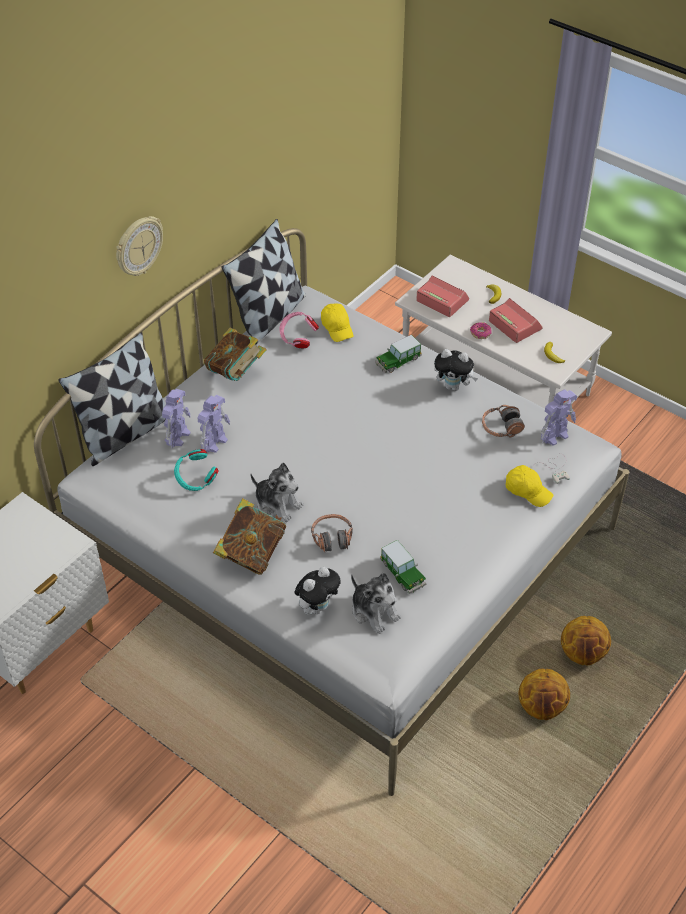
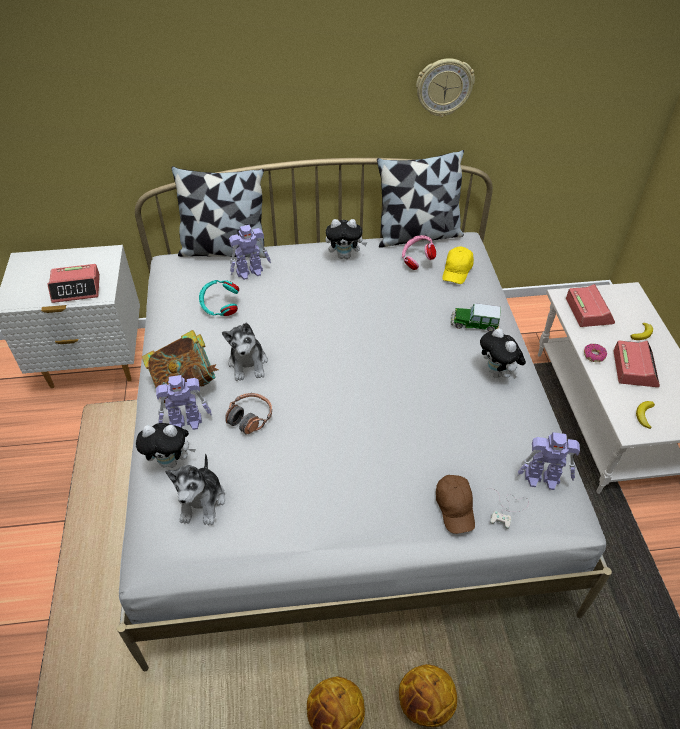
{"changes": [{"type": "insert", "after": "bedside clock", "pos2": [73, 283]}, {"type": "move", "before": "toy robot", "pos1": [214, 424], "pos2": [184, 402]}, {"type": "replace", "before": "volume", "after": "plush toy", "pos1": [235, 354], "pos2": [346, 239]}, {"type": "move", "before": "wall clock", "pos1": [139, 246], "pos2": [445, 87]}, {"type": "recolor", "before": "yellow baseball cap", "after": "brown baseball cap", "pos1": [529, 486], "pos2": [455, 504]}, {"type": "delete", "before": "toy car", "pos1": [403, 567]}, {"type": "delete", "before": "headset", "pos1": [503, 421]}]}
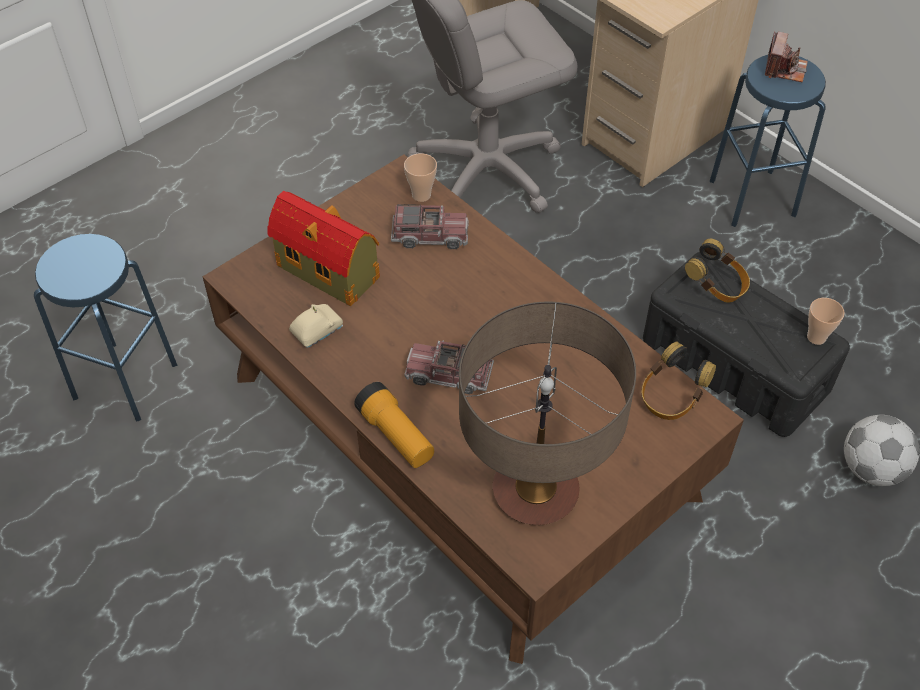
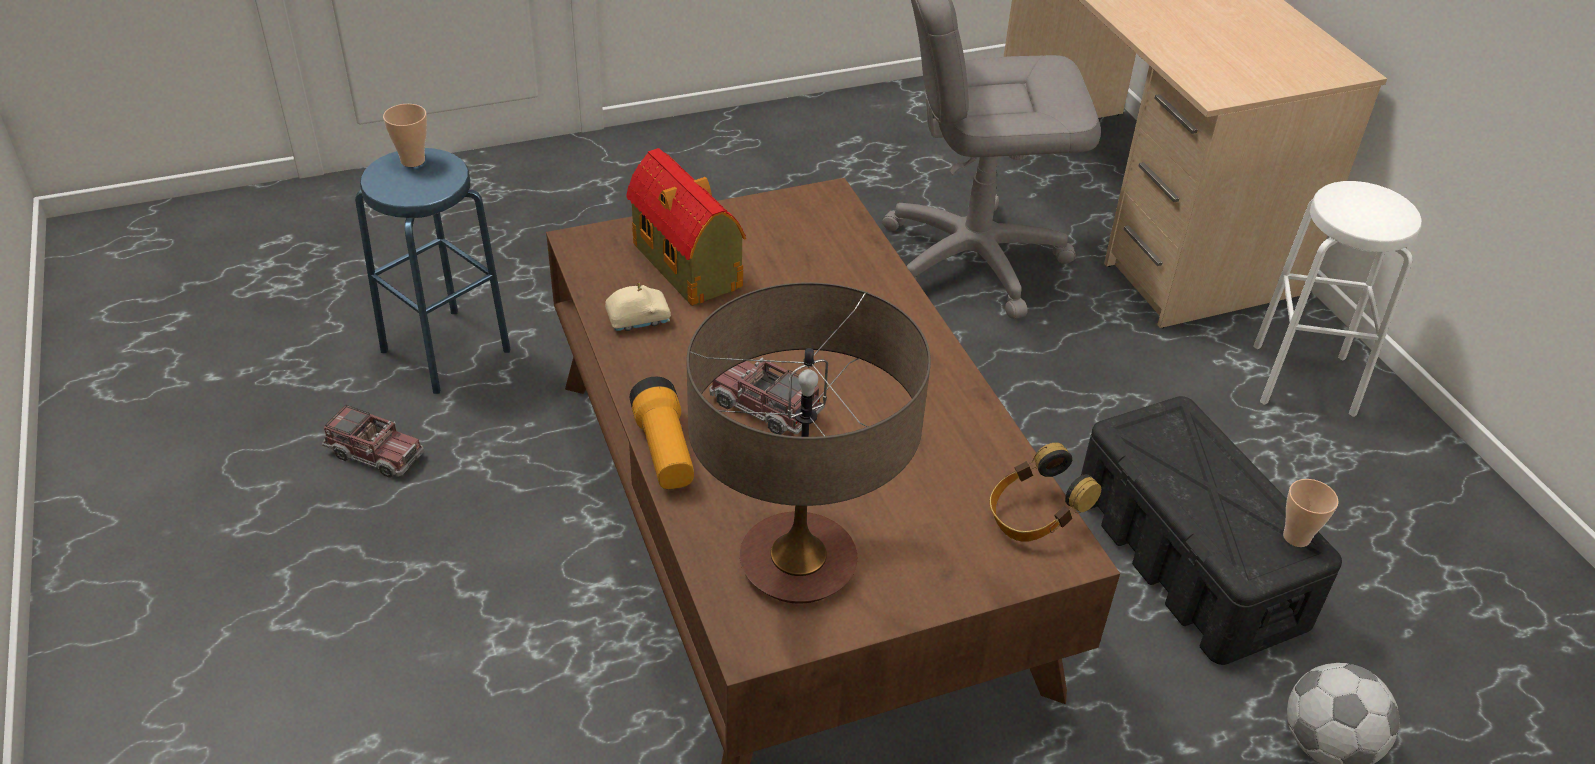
{"changes": [{"type": "move", "before": "model truck", "pos1": [429, 226], "pos2": [373, 441]}, {"type": "move", "before": "drinking cup", "pos1": [420, 177], "pos2": [405, 135]}, {"type": "recolor", "before": "blue sitting stool", "after": "whitish sitting stool", "pos1": [767, 141], "pos2": [1337, 299]}, {"type": "delete", "before": "headset", "pos1": [717, 271]}, {"type": "delete", "before": "photo camera", "pos1": [786, 56]}]}
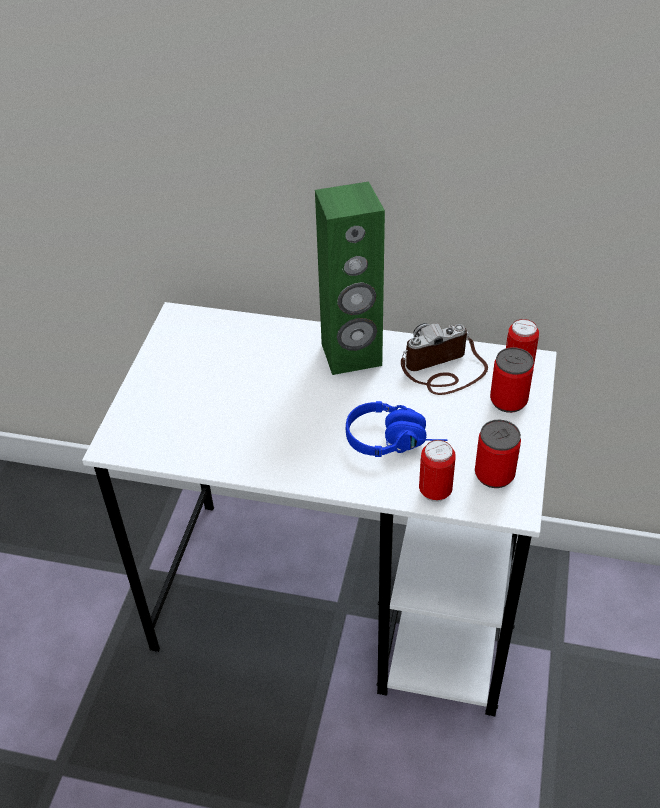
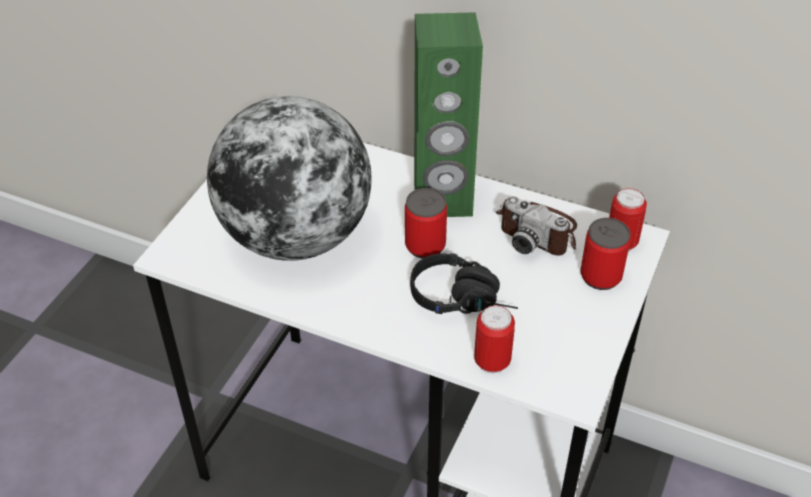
{"changes": [{"type": "insert", "after": "desk globe", "pos2": [289, 178]}, {"type": "move", "before": "metal can", "pos1": [498, 454], "pos2": [426, 223]}, {"type": "recolor", "before": "blue headset", "after": "black-coloured headset", "pos1": [397, 429], "pos2": [464, 283]}, {"type": "rotate", "before": "photo camera", "pos1": [444, 359], "pos2": [536, 226], "turn": -135}]}
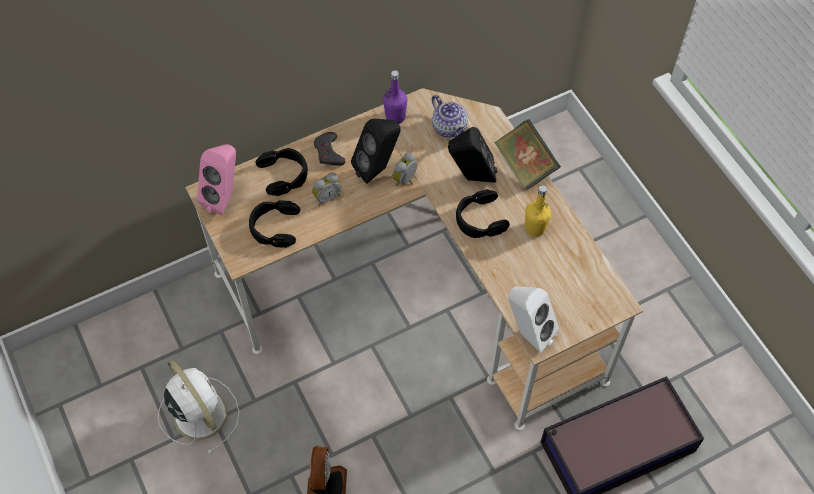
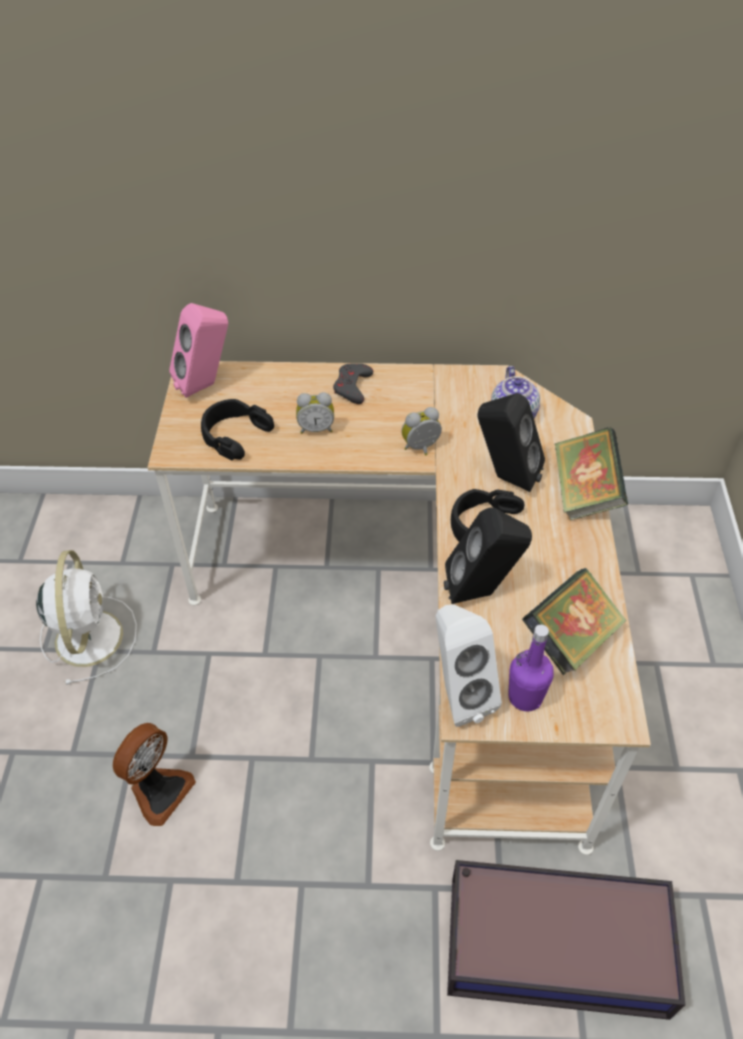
{"changes": [{"type": "move", "before": "black-coloured audio speaker", "pos1": [376, 151], "pos2": [488, 556]}, {"type": "move", "before": "purplish beverage bottle", "pos1": [395, 97], "pos2": [531, 668]}, {"type": "insert", "after": "volume", "pos2": [574, 621]}, {"type": "delete", "before": "black-coloured headset", "pos1": [281, 172]}, {"type": "delete", "before": "yellow beverage bottle", "pos1": [538, 211]}]}
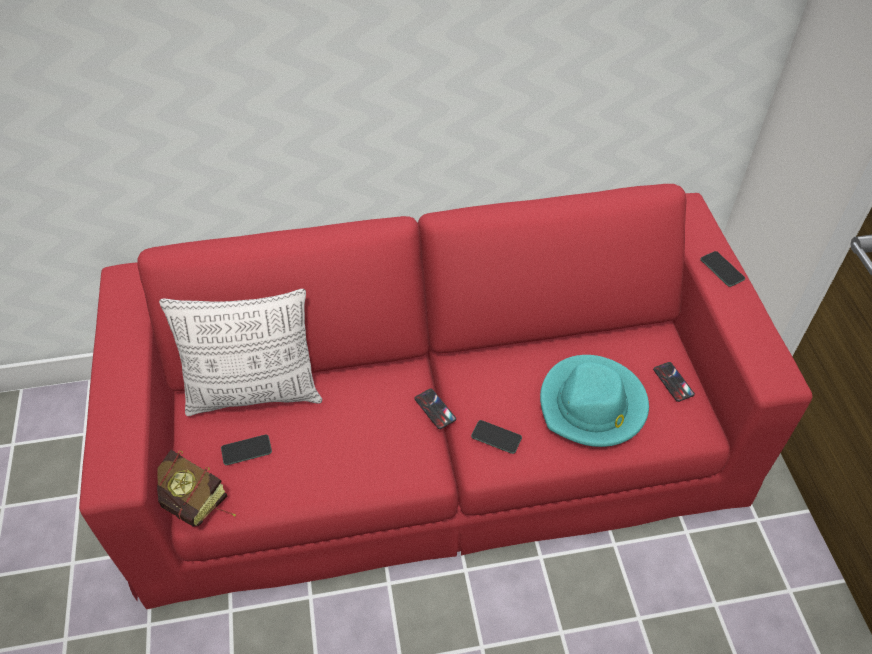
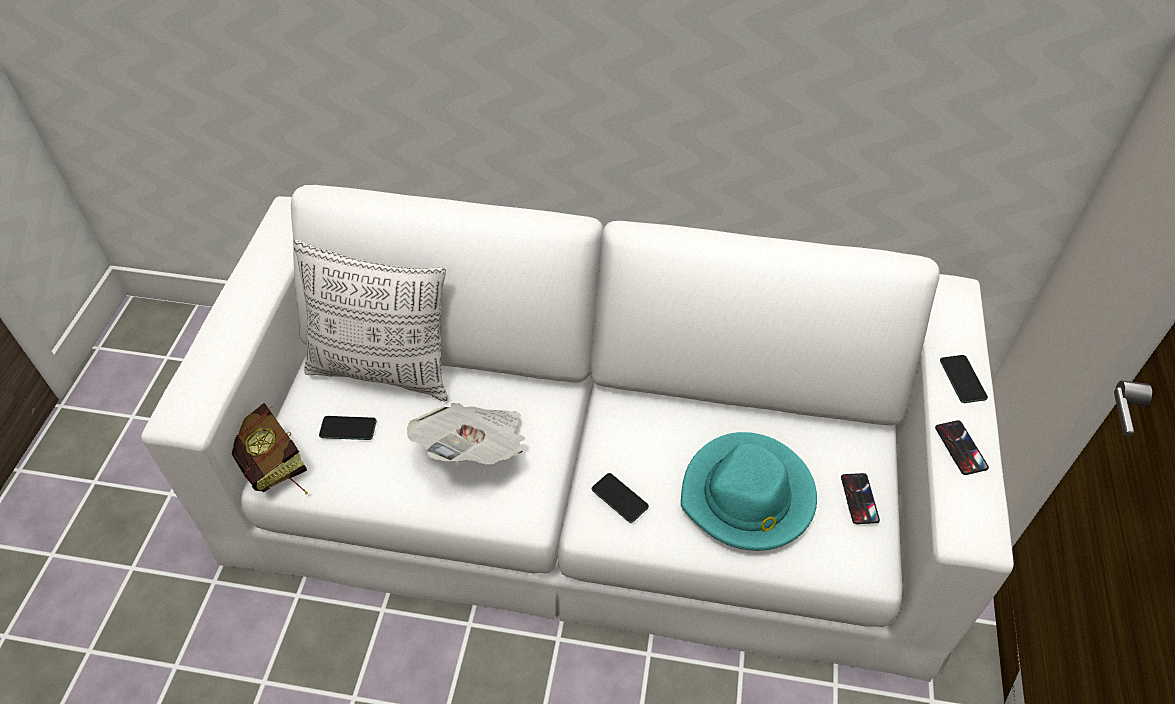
{"changes": [{"type": "recolor", "before": "reddish sofa", "after": "whitish sofa", "pos1": [445, 396], "pos2": [577, 433]}, {"type": "insert", "after": "printed paper", "pos2": [466, 434]}, {"type": "move", "before": "phone", "pos1": [435, 408], "pos2": [962, 447]}]}
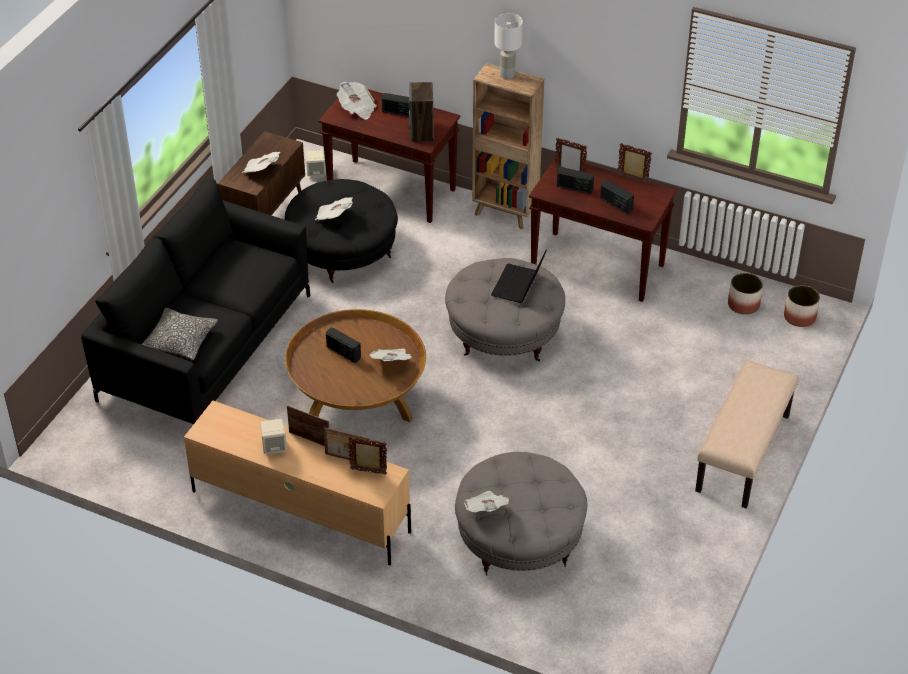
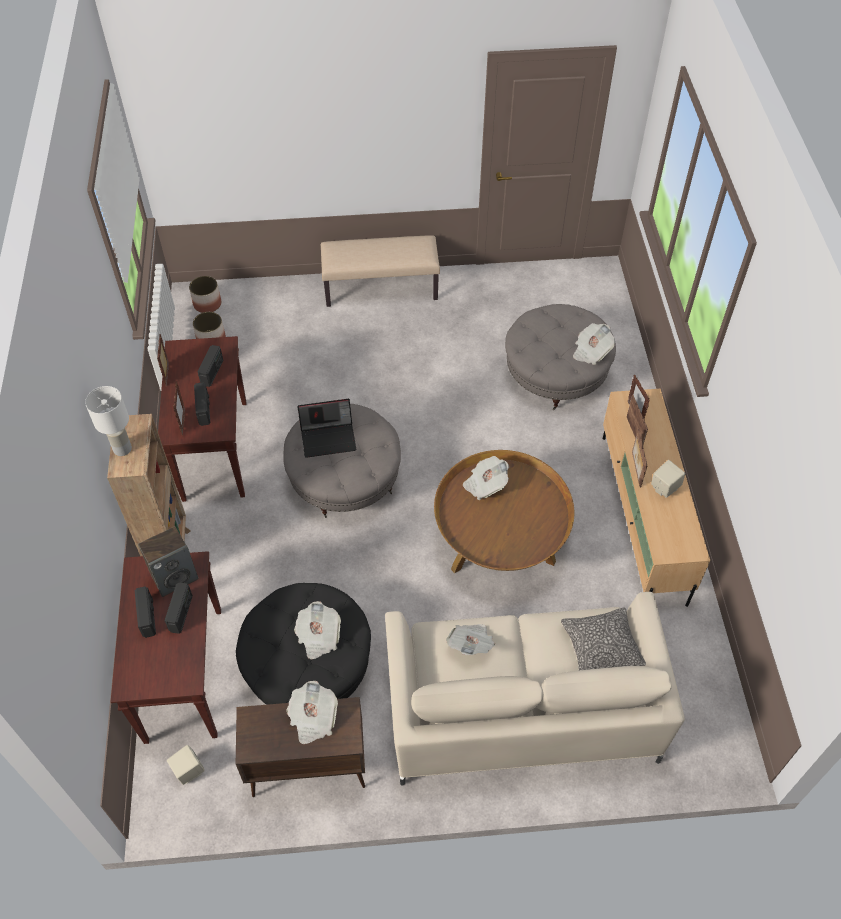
{"changes": [{"type": "move", "before": "radio", "pos1": [343, 345], "pos2": [179, 608]}, {"type": "recolor", "before": "black-coloured sofa", "after": "beige sofa", "pos1": [195, 301], "pos2": [535, 689]}, {"type": "move", "before": "printed paper", "pos1": [357, 101], "pos2": [470, 639]}]}
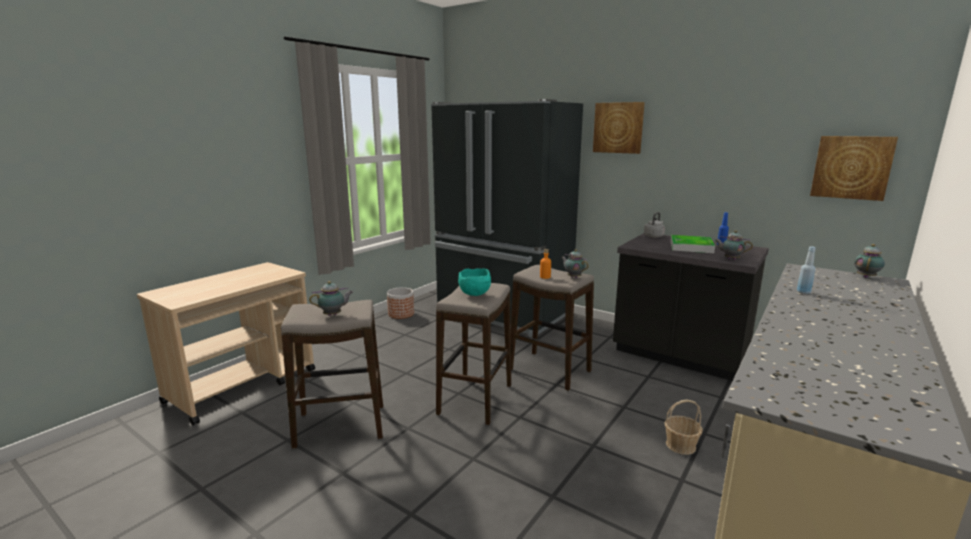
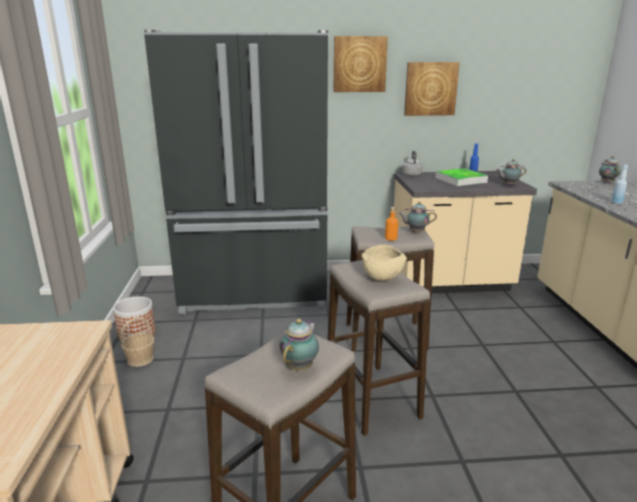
{"changes": [{"type": "move", "before": "household basket", "pos1": [683, 427], "pos2": [137, 342]}, {"type": "recolor", "before": "blue-green bowl", "after": "beige bowl", "pos1": [474, 282], "pos2": [384, 263]}, {"type": "recolor", "before": "black-coloured kitchen base unit", "after": "beige kitchen base unit", "pos1": [691, 307], "pos2": [465, 232]}, {"type": "move", "before": "picture", "pos1": [854, 168], "pos2": [432, 89]}]}
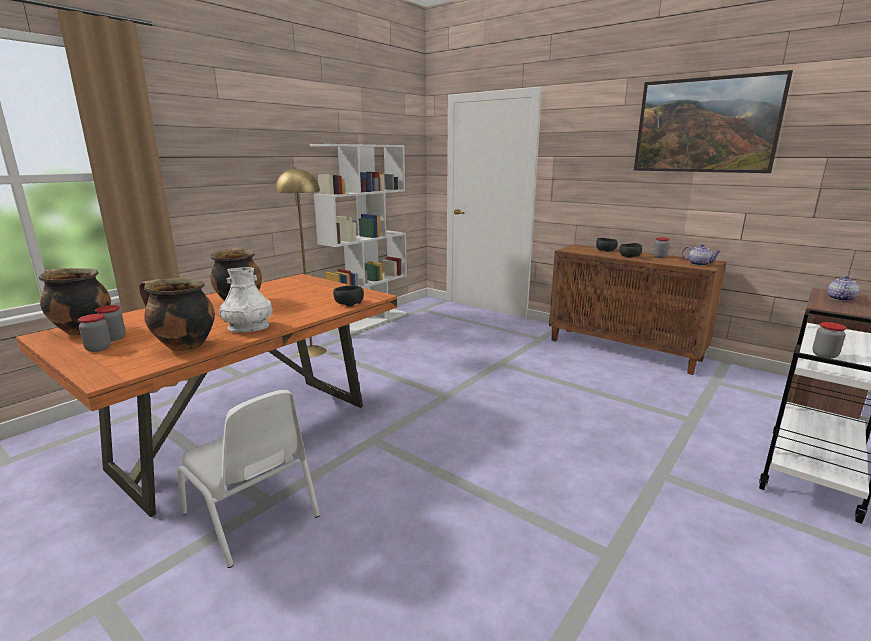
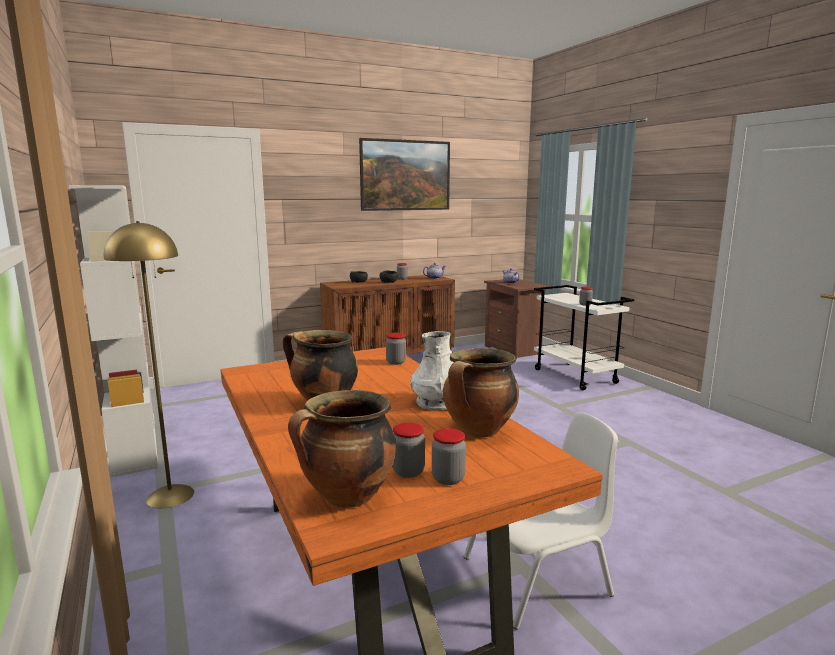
{"changes": [{"type": "replace", "before": "black-coloured bowl", "after": "jar", "pos1": [348, 296], "pos2": [396, 349]}]}
